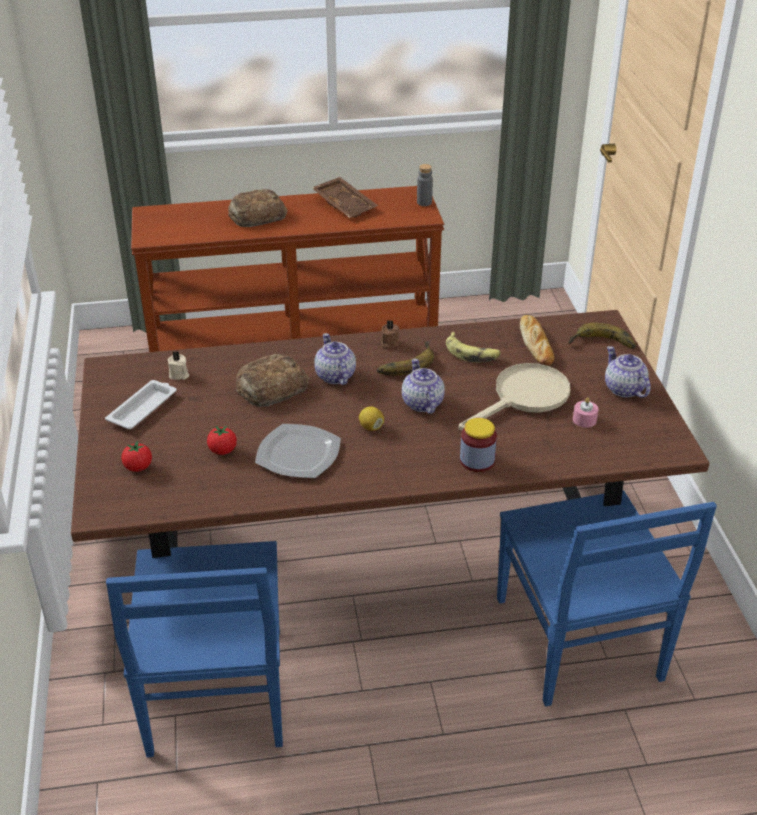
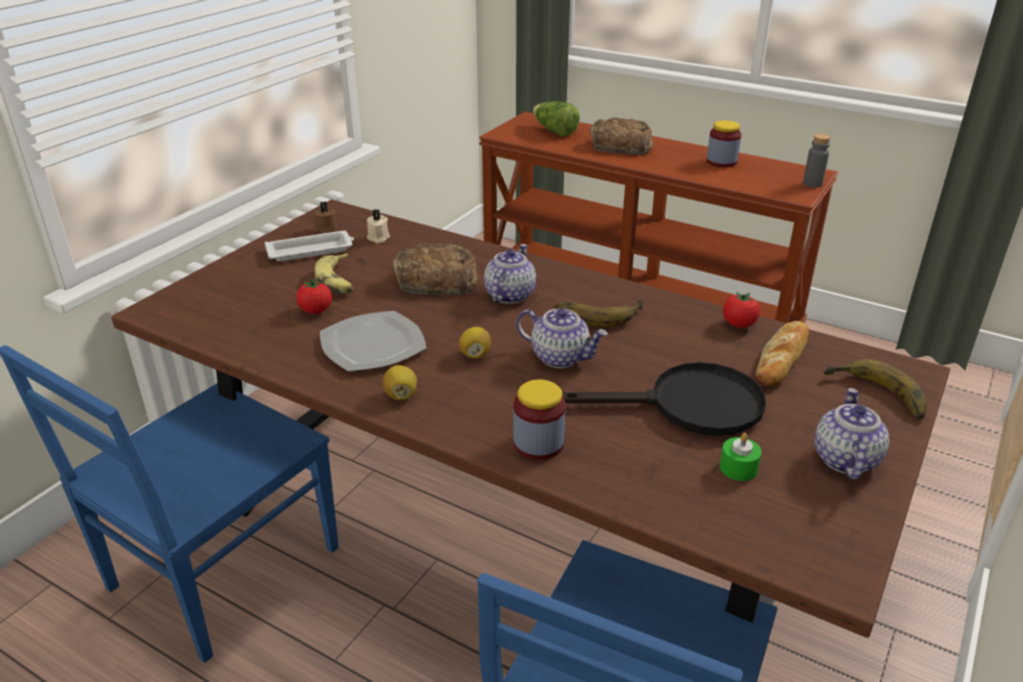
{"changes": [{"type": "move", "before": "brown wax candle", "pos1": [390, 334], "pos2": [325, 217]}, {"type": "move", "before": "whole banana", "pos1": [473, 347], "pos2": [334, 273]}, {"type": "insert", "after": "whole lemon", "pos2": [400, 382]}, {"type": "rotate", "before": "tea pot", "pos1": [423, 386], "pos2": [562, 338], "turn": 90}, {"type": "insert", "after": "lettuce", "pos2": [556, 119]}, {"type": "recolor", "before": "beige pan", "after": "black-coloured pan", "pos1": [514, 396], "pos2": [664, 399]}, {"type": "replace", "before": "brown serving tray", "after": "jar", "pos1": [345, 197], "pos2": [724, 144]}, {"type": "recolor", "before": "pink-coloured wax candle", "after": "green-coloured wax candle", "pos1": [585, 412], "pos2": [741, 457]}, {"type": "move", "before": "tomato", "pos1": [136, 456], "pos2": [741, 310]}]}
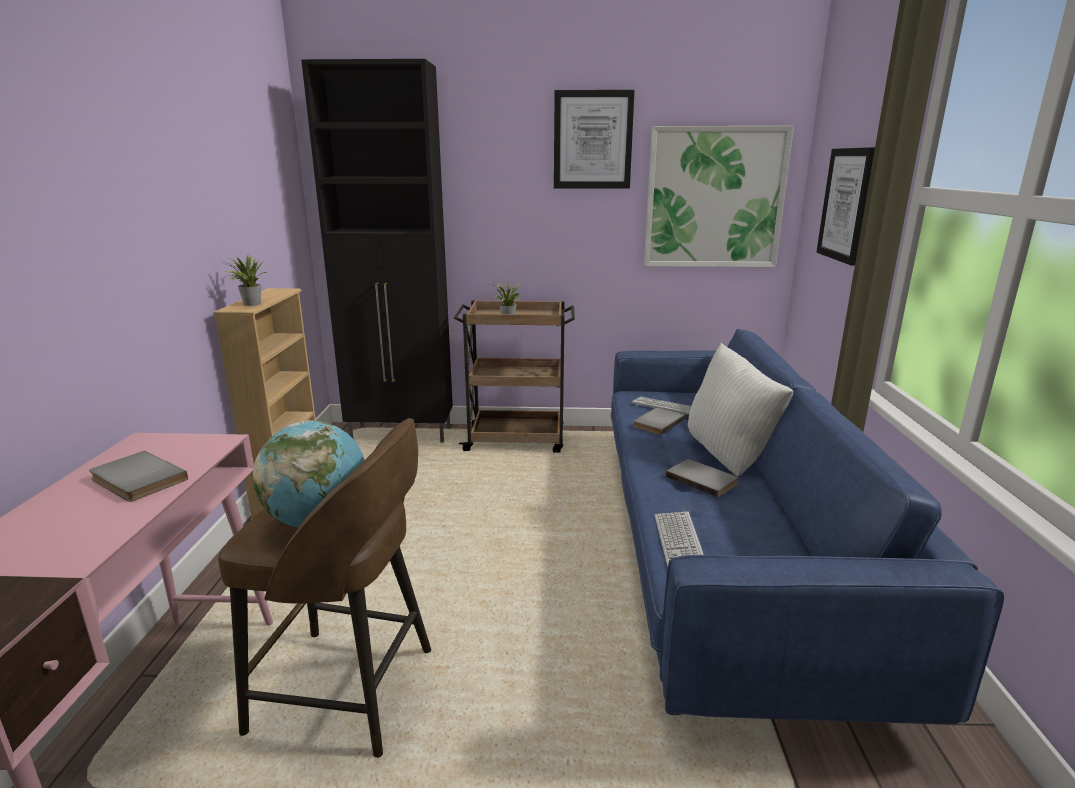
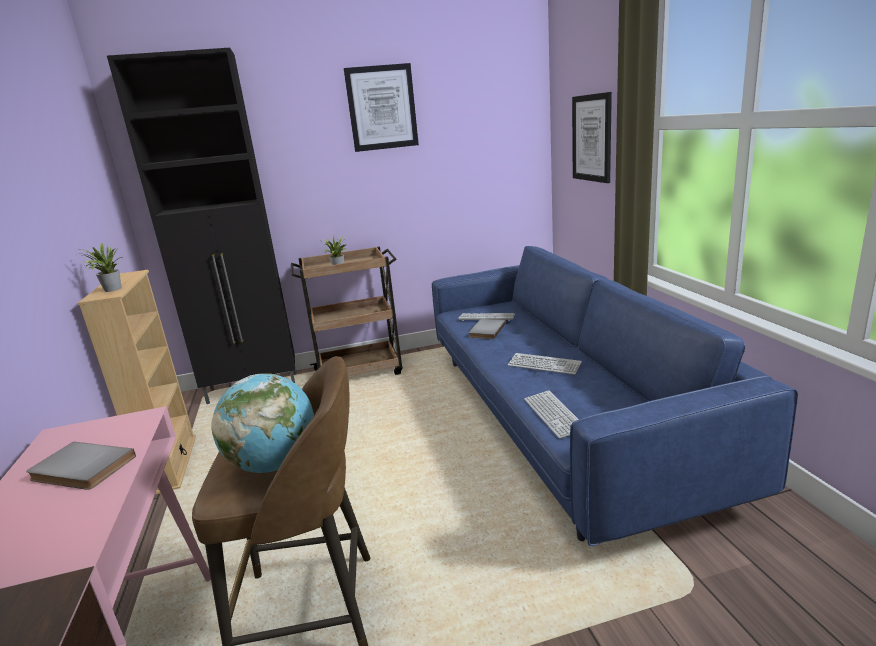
{"changes": [{"type": "replace", "before": "greyish volume", "after": "keyboard", "pos1": [702, 478], "pos2": [545, 364]}, {"type": "delete", "before": "picture", "pos1": [719, 196]}, {"type": "delete", "before": "whitish throw pillow", "pos1": [740, 409]}]}
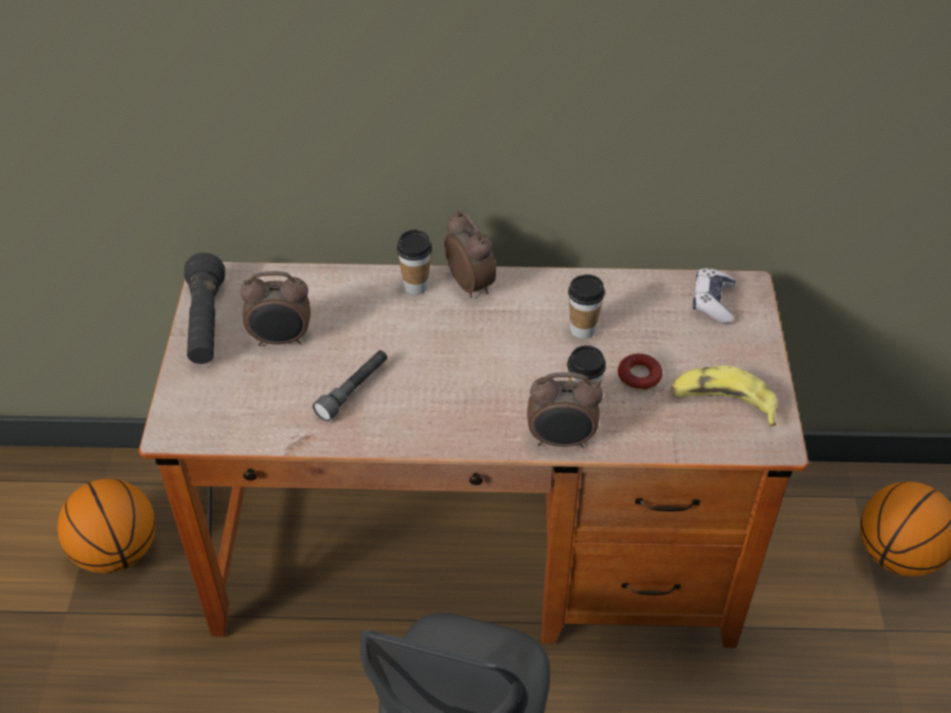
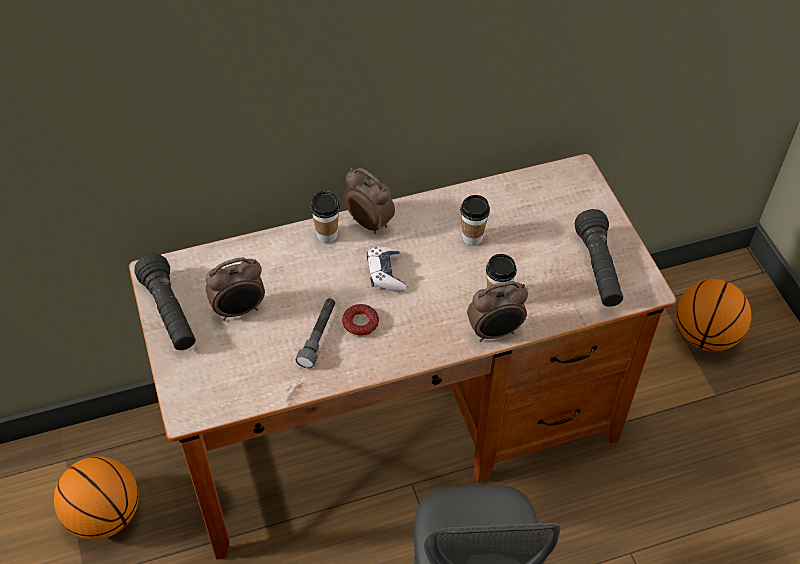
{"changes": [{"type": "move", "before": "donut", "pos1": [640, 372], "pos2": [360, 320]}, {"type": "move", "before": "gamepad", "pos1": [714, 295], "pos2": [386, 269]}, {"type": "replace", "before": "whole banana", "after": "black-coloured torch", "pos1": [724, 396], "pos2": [599, 258]}]}
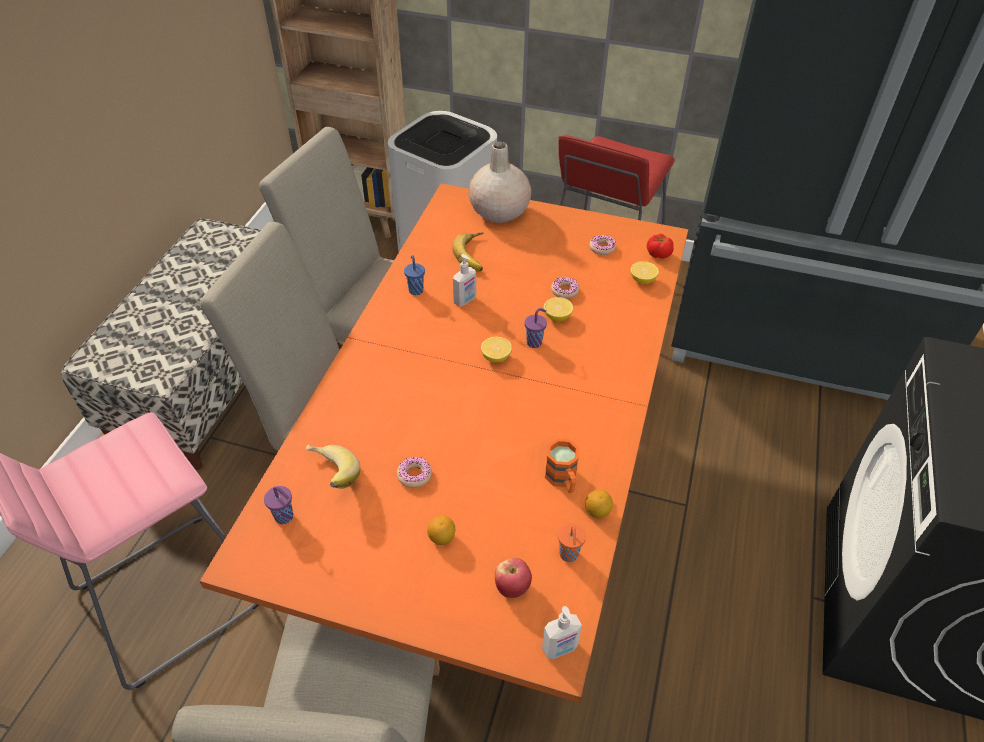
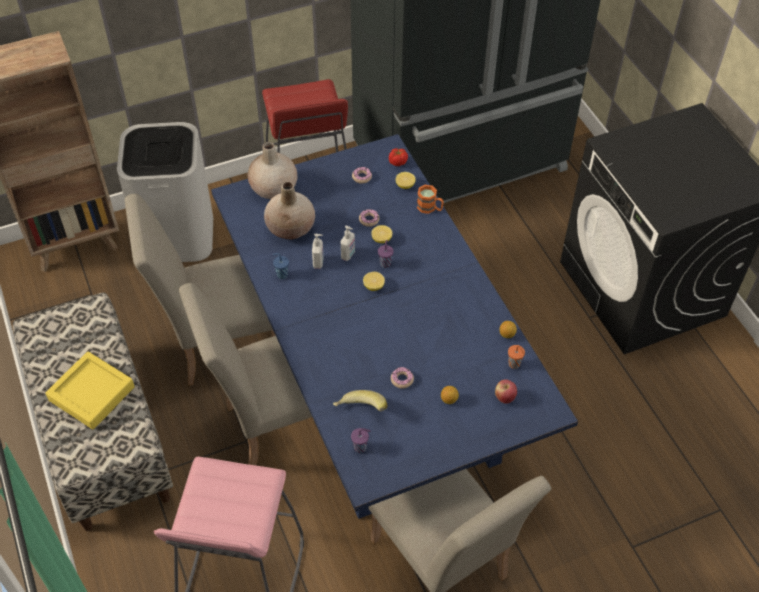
{"changes": [{"type": "insert", "after": "yellow serving tray", "pos2": [90, 390]}, {"type": "recolor", "before": "orange kitchen table", "after": "blue kitchen table", "pos1": [443, 443], "pos2": [394, 326]}, {"type": "replace", "before": "whole banana", "after": "beige decorative vase", "pos1": [467, 252], "pos2": [289, 210]}, {"type": "move", "before": "liquid soap bottle", "pos1": [562, 632], "pos2": [348, 243]}, {"type": "move", "before": "orange mug", "pos1": [562, 466], "pos2": [430, 199]}]}
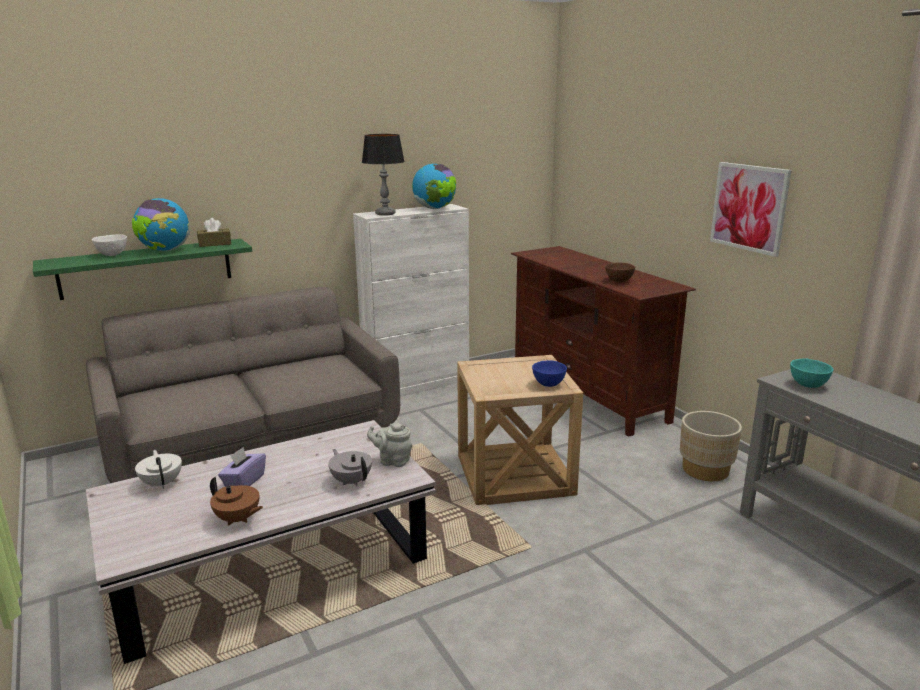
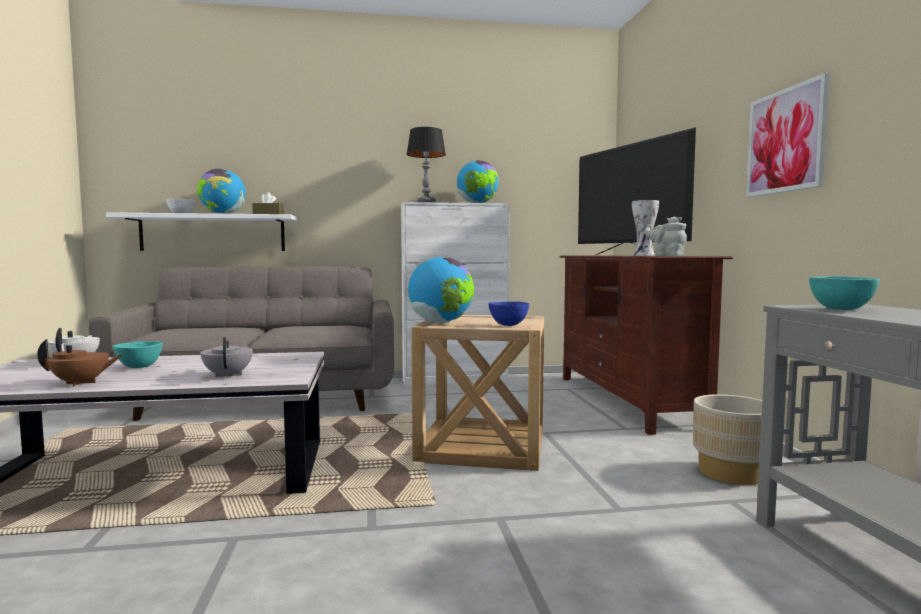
{"changes": [{"type": "rotate", "before": "brown tea pot", "pos1": [236, 501], "pos2": [80, 362], "turn": -60}, {"type": "recolor", "before": "green-coloured shelf", "after": "whitish shelf", "pos1": [142, 269], "pos2": [201, 231]}, {"type": "replace", "before": "purplish tissue holder", "after": "blue-green bowl", "pos1": [242, 467], "pos2": [138, 354]}, {"type": "insert", "after": "desk globe", "pos2": [441, 290]}, {"type": "insert", "after": "TV", "pos2": [637, 191]}, {"type": "replace", "before": "brown bowl", "after": "decorative vase", "pos1": [620, 272], "pos2": [646, 228]}, {"type": "move", "before": "greyish tea pot", "pos1": [389, 445], "pos2": [665, 236]}]}
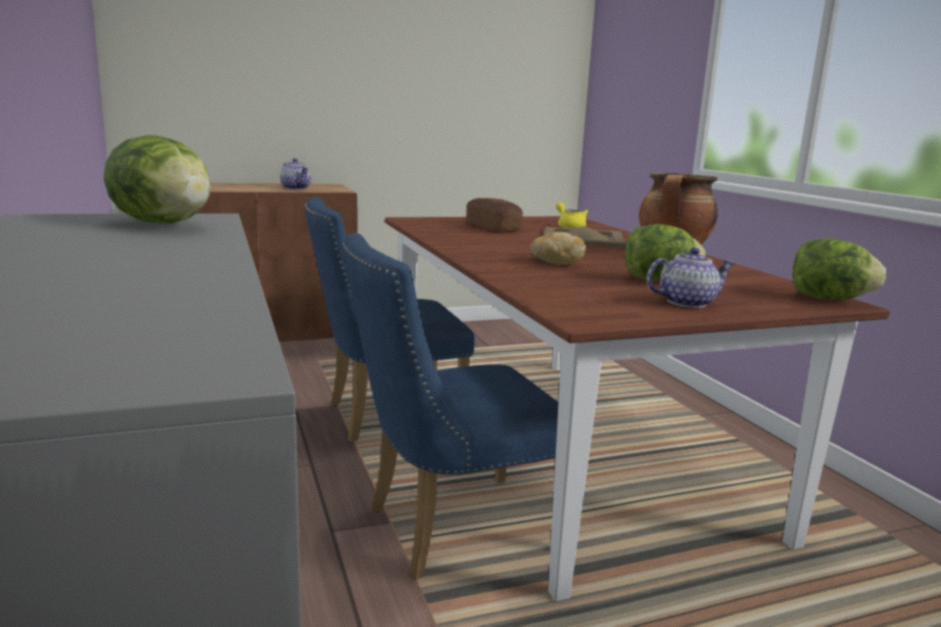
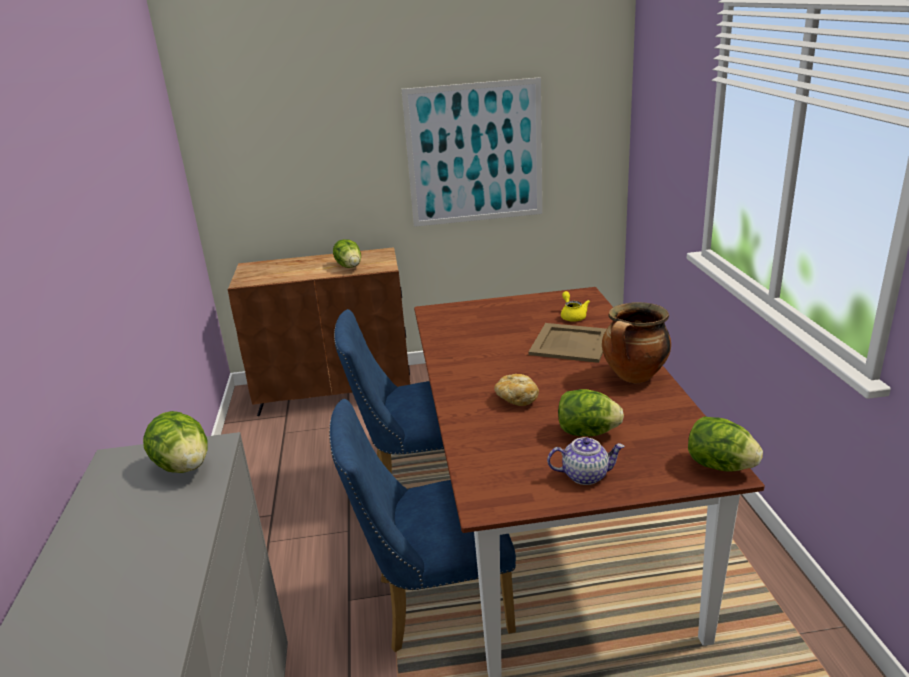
{"changes": [{"type": "replace", "before": "tea pot", "after": "lettuce", "pos1": [295, 174], "pos2": [347, 253]}, {"type": "insert", "after": "picture", "pos2": [472, 152]}, {"type": "delete", "before": "bakery bread", "pos1": [495, 215]}]}
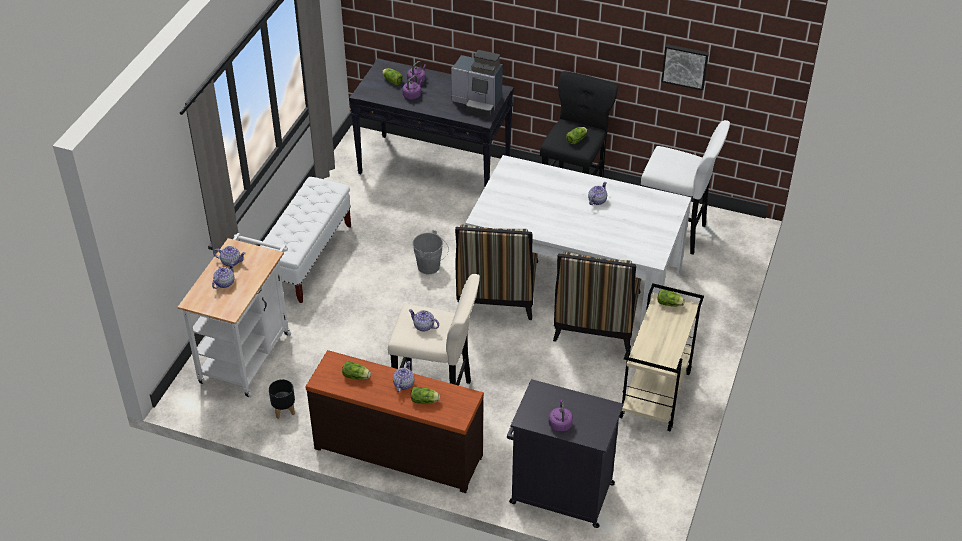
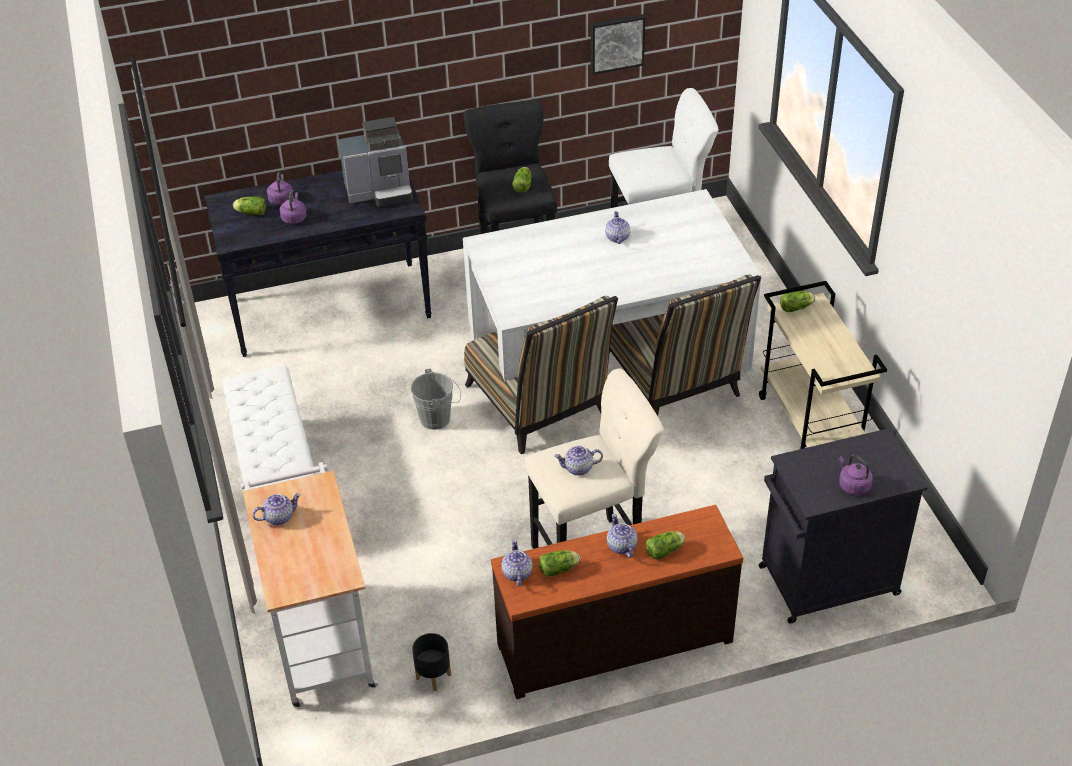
{"changes": [{"type": "move", "before": "tea pot", "pos1": [223, 275], "pos2": [517, 563]}]}
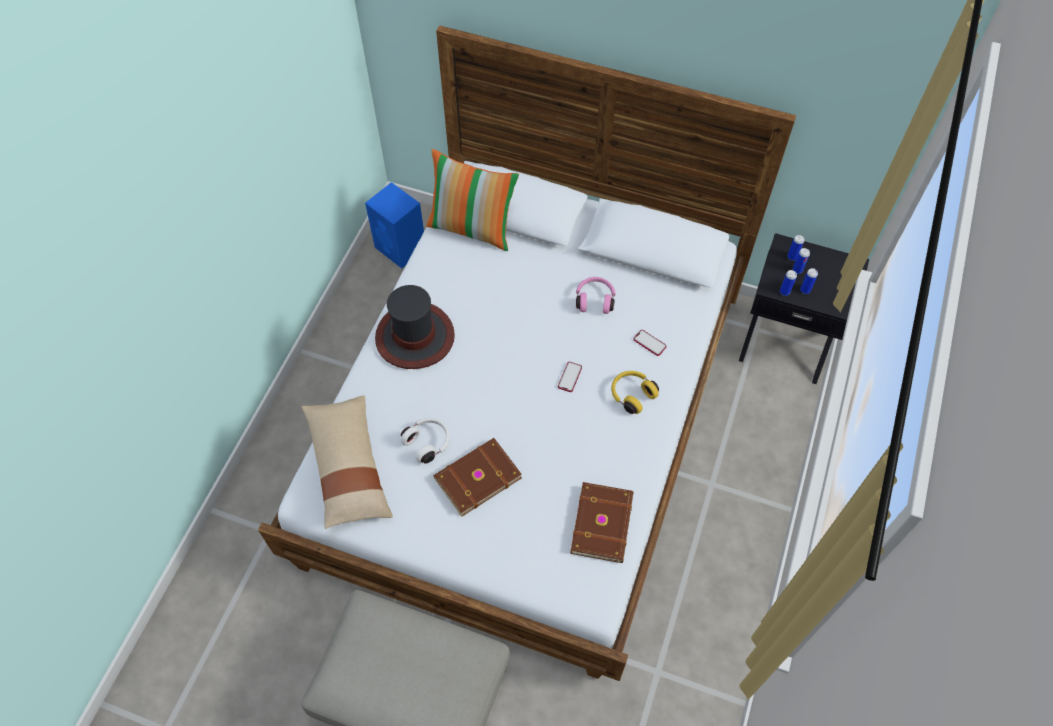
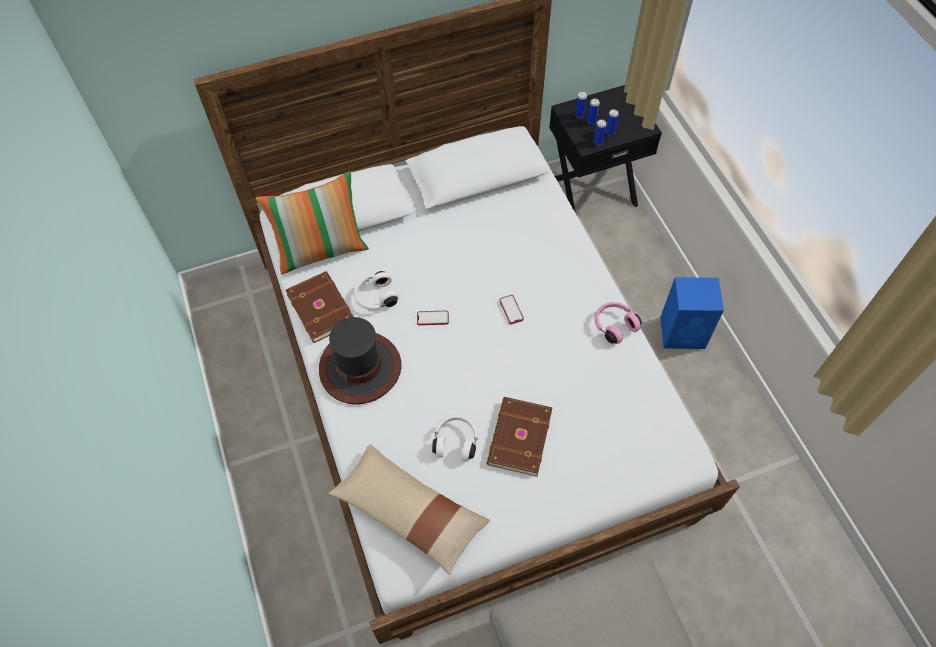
{"changes": [{"type": "move", "before": "brown volume", "pos1": [601, 522], "pos2": [320, 307]}, {"type": "insert", "after": "whitish headset", "pos2": [376, 290]}, {"type": "move", "before": "phone", "pos1": [650, 343], "pos2": [433, 318]}, {"type": "move", "before": "pink-coloured headset", "pos1": [595, 295], "pos2": [618, 323]}, {"type": "move", "before": "blue audio speaker", "pos1": [394, 225], "pos2": [692, 313]}, {"type": "delete", "before": "yellow headset", "pos1": [635, 392]}]}
